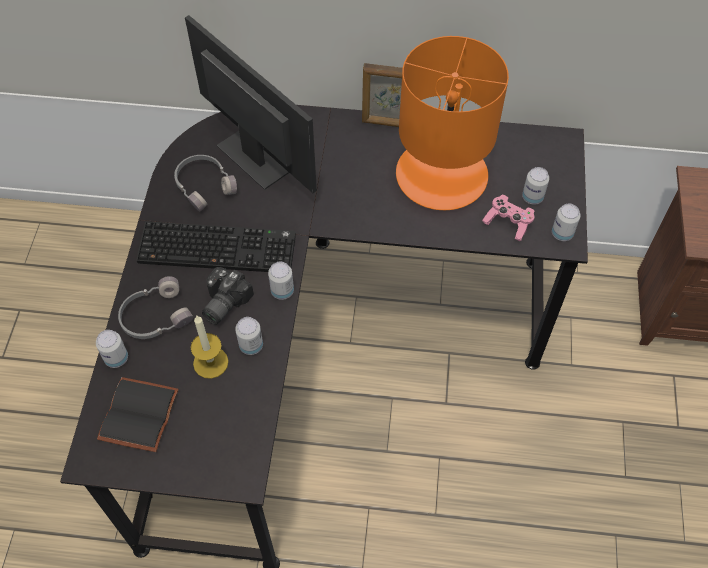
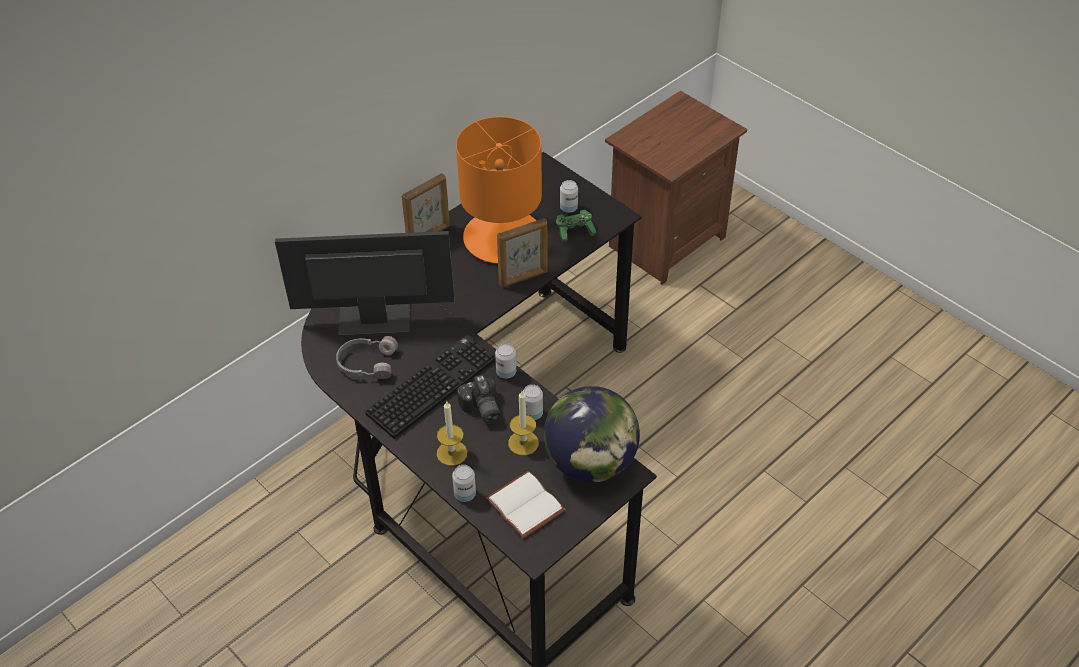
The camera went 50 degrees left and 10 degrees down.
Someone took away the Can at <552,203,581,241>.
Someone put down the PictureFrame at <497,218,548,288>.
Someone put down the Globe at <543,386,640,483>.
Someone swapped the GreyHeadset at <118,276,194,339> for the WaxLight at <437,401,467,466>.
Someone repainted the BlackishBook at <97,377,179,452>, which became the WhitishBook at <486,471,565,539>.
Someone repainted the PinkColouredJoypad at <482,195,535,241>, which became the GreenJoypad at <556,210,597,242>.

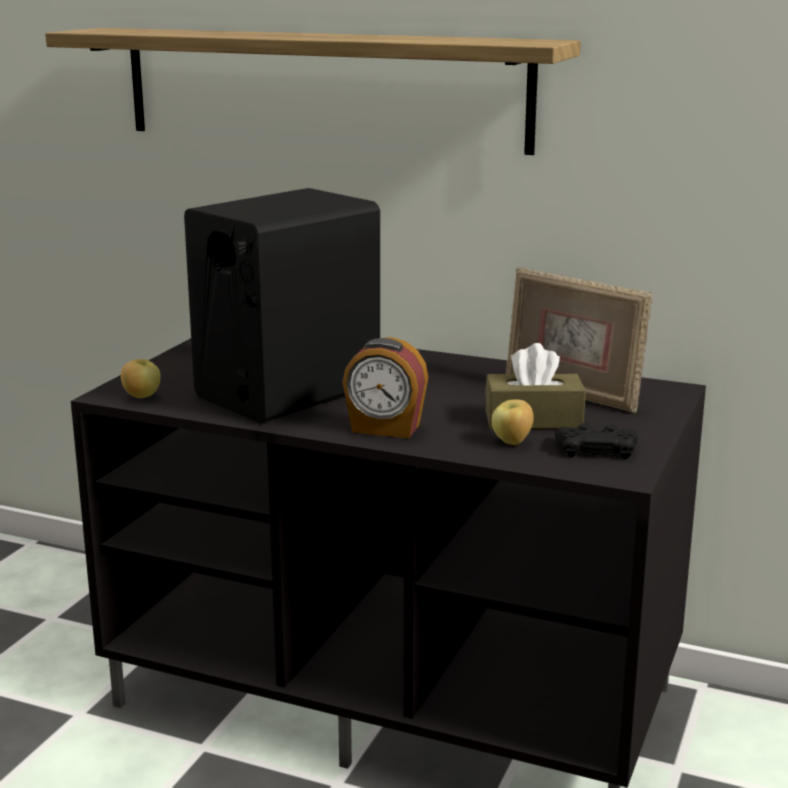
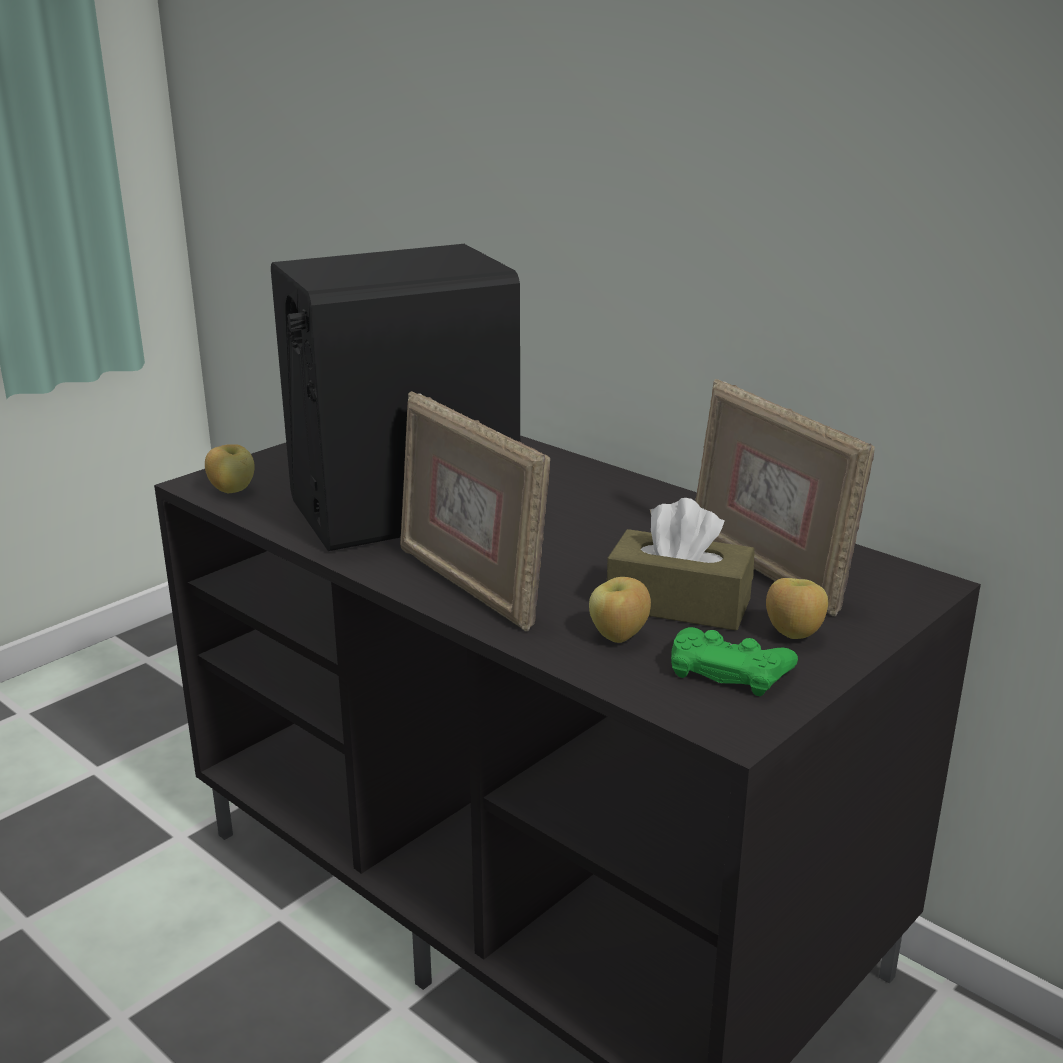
The camera went 20 degrees right and 5 degrees up.
Someone took away the WallShelf at <45,28,581,155>.
Someone put down the WholeApple at <766,578,828,639>.
Someone swapped the TableClock at <342,337,428,439> for the PictureFrame at <400,391,550,631>.
Someone repainted the BlackishJoypad at <555,423,638,459>, which became the GreenJoypad at <671,627,798,696>.

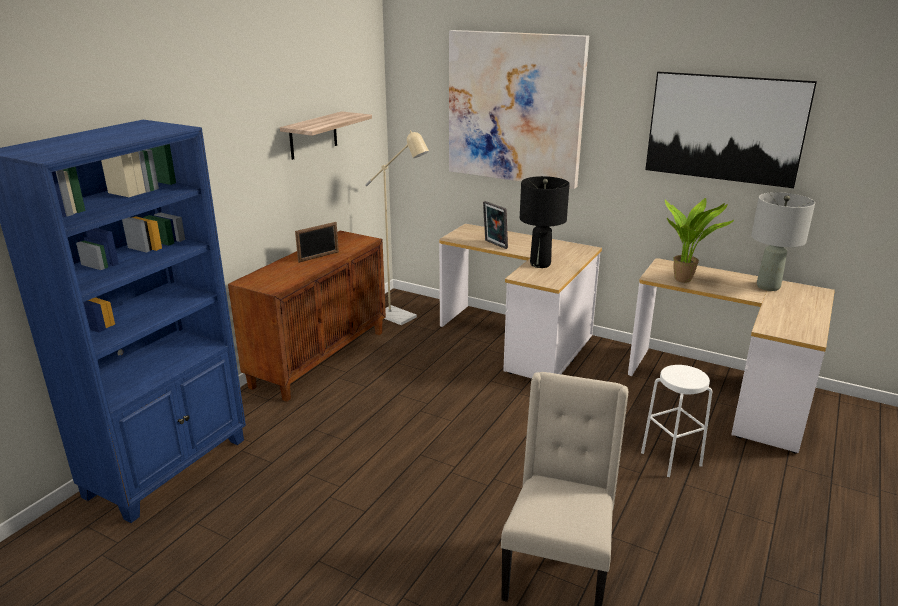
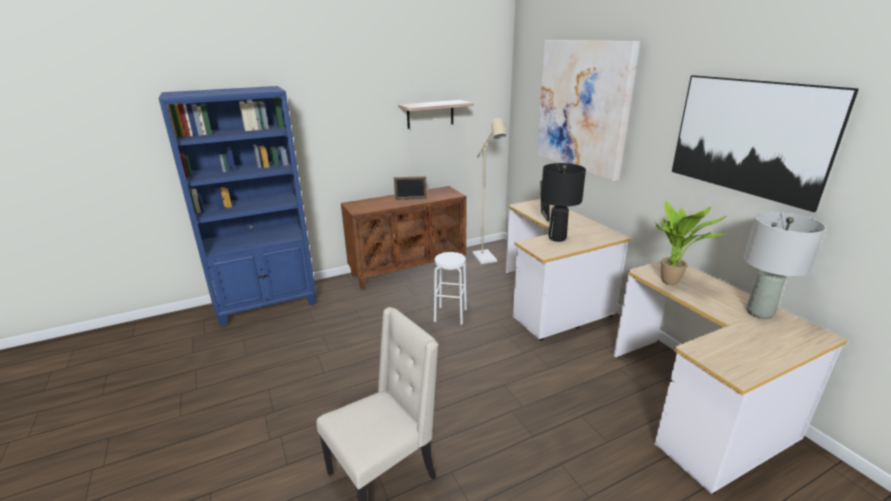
The camera went 35 degrees right and 0 degrees up.
Someone carried the WhitishStoolSeat from <641,365,712,477> to <434,252,467,325>.

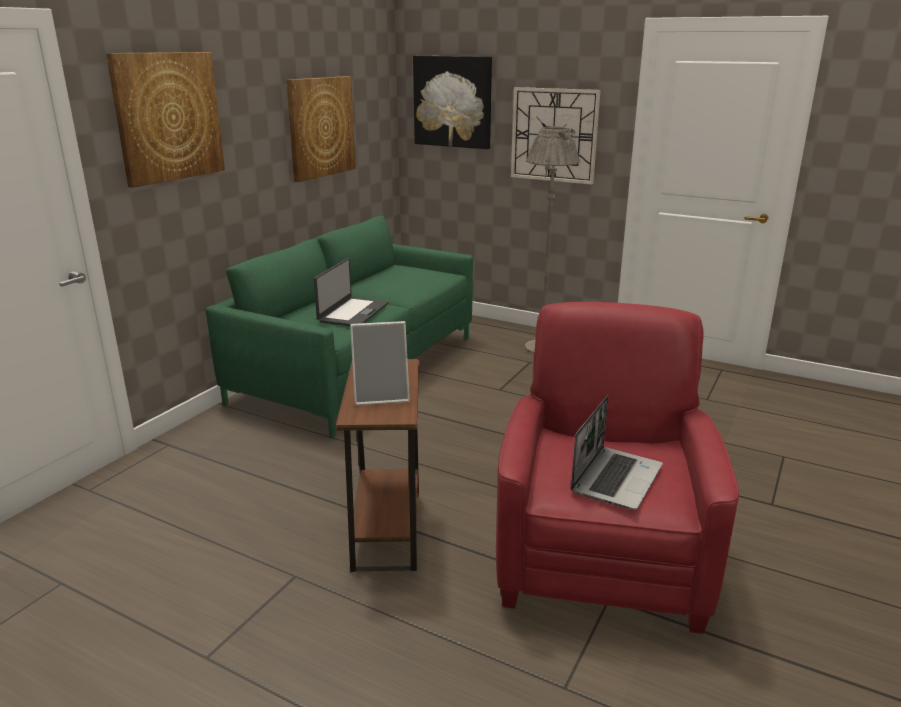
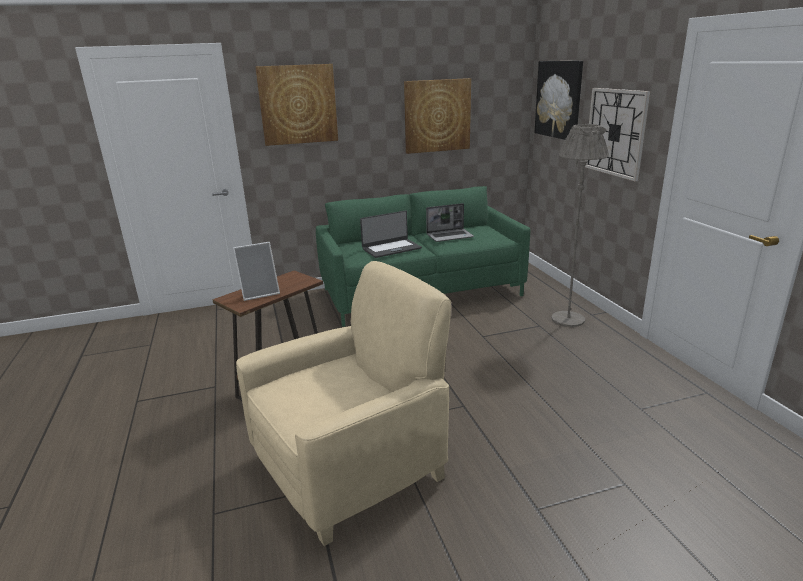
The camera went 45 degrees right and 0 degrees up.
Someone carried the Laptop from <571,396,663,510> to <426,203,474,242>.
Someone repainted the RedColouredArmchair at <496,302,739,634>, which became the SandColouredArmchair at <236,261,451,546>.
Someone rotated the PictureFrame at <350,321,410,406> by 60 degrees counterclockwise.

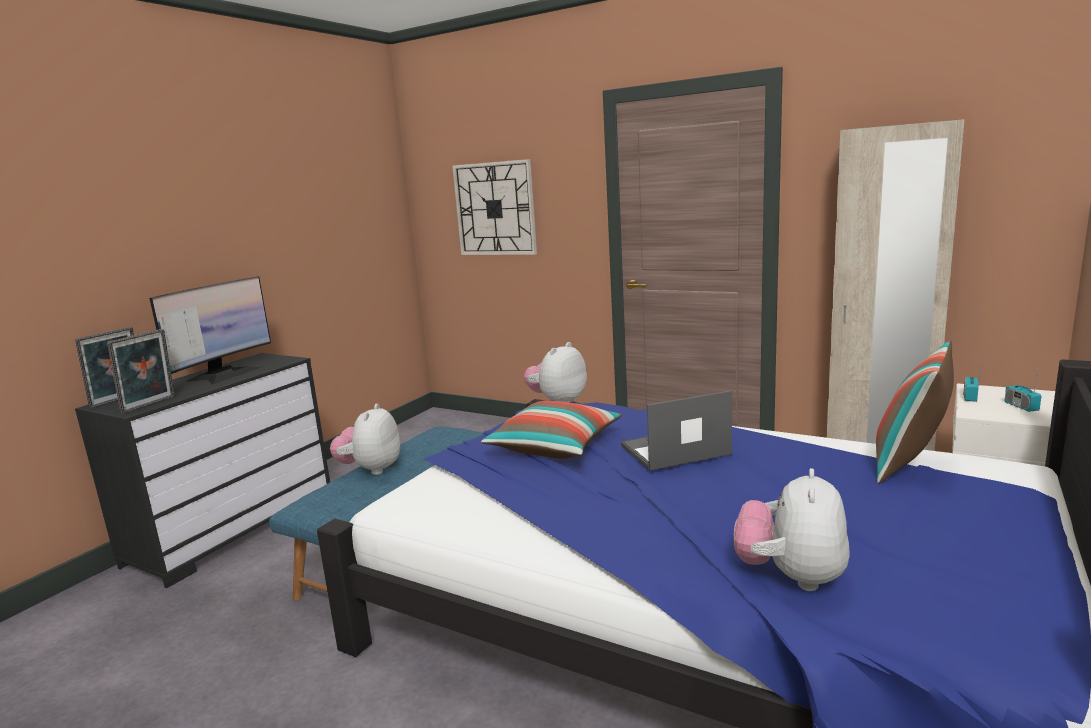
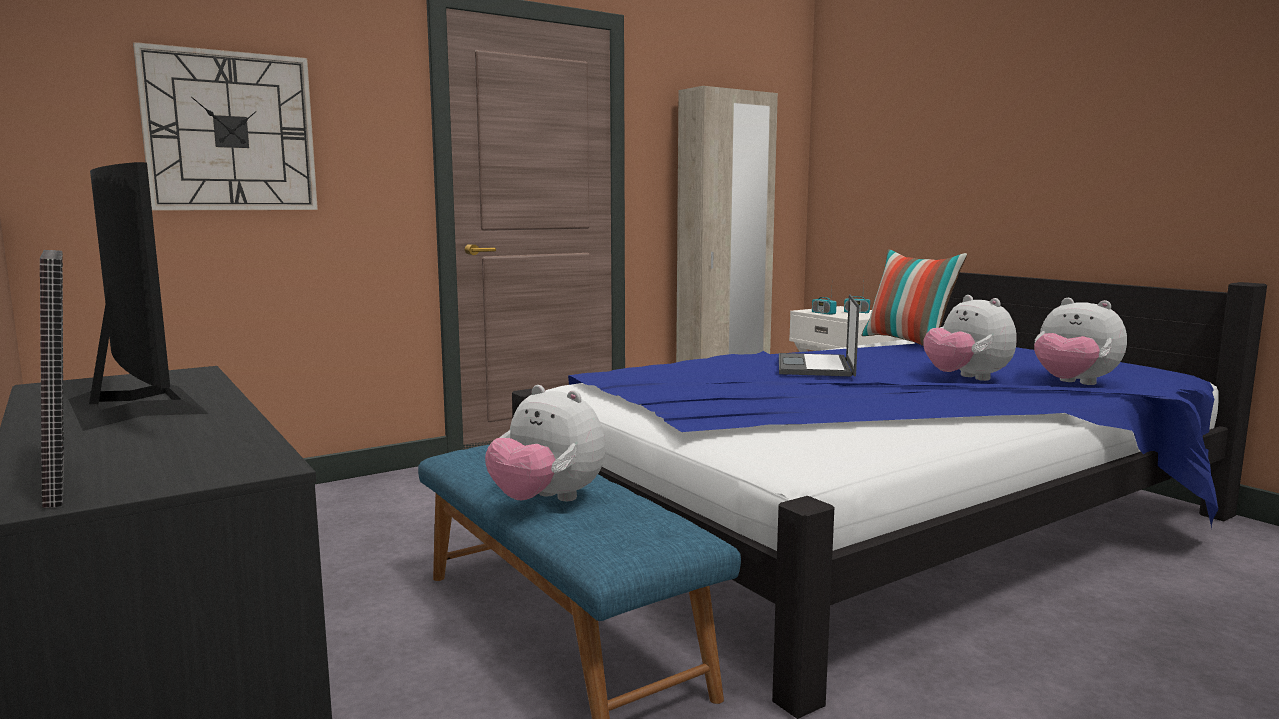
The camera went 65 degrees left and 5 degrees down.
Someone took away the PictureFrame at <107,329,175,414>.
Someone took away the Cushion at <481,401,622,459>.
Someone carried the CuddlyToy from <524,342,587,402> to <923,295,1016,381>.

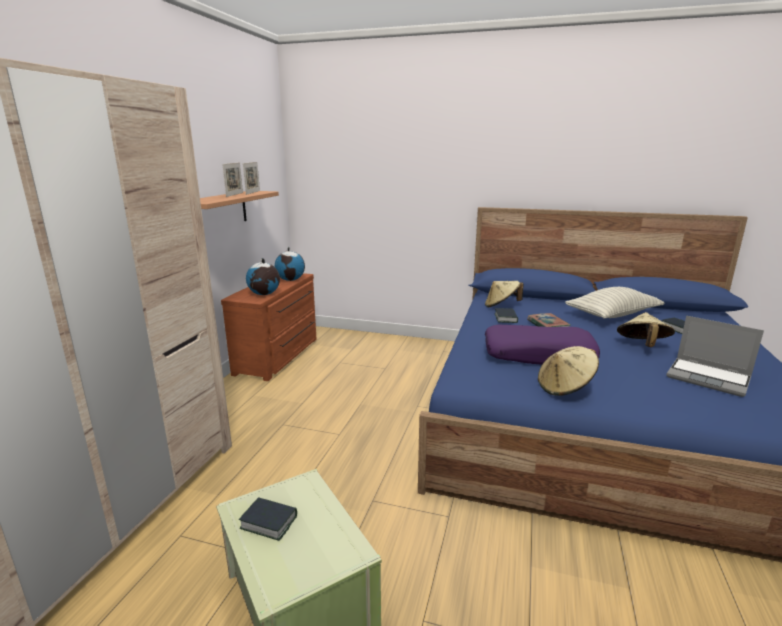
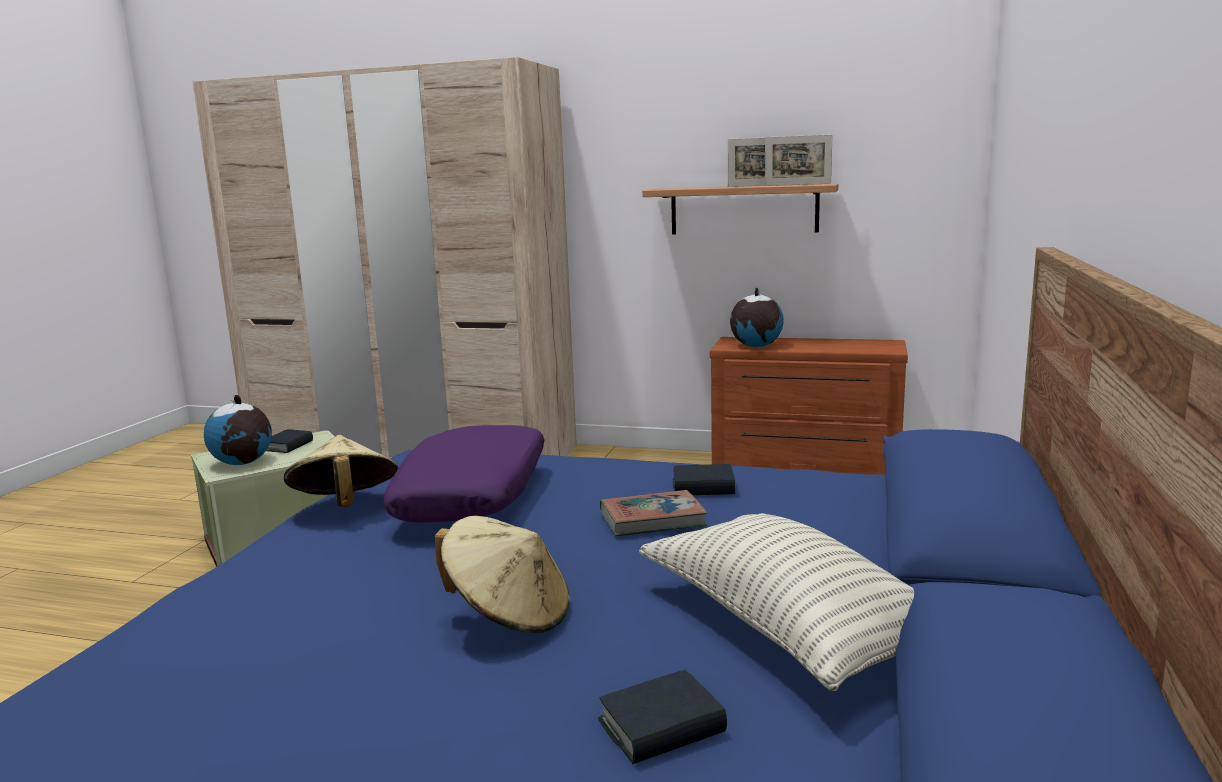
The camera went 90 degrees right and 5 degrees down.
Someone took away the SandColouredWearableHat at <485,281,523,307>.
Someone took away the Laptop at <666,316,764,397>.
Someone carried the Globe from <275,247,305,281> to <204,395,272,465>.

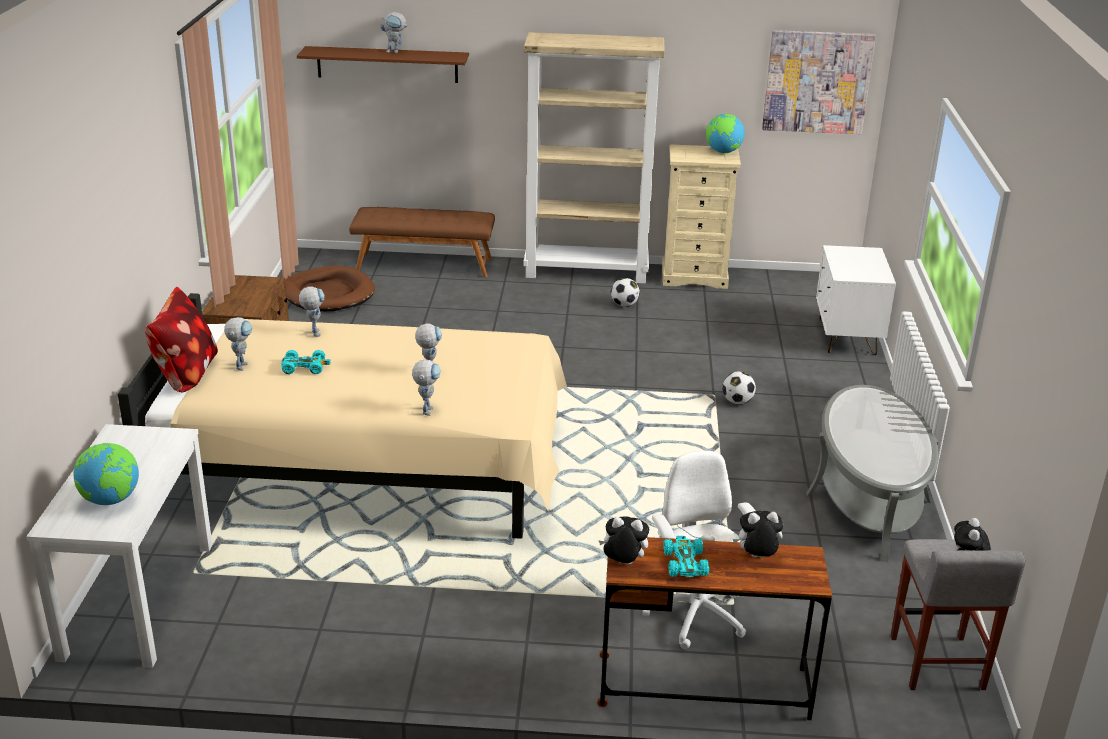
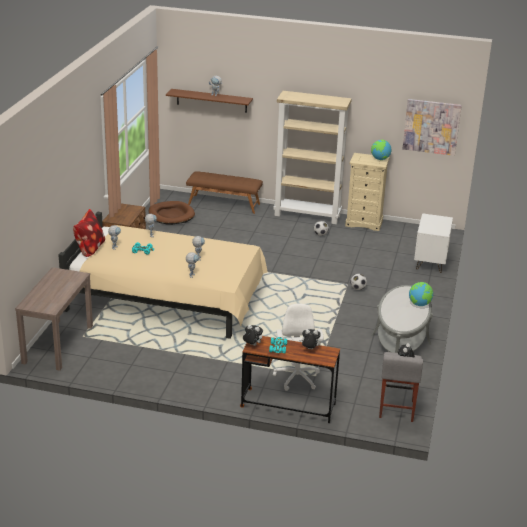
The camera went 10 degrees right and 0 degrees up.
Someone carried the Globe from <74,443,139,505> to <409,282,433,306>.
Someone repainted the WhitishHallTable at <26,424,212,668>, which became the BrownColouredHallTable at <15,267,93,371>.

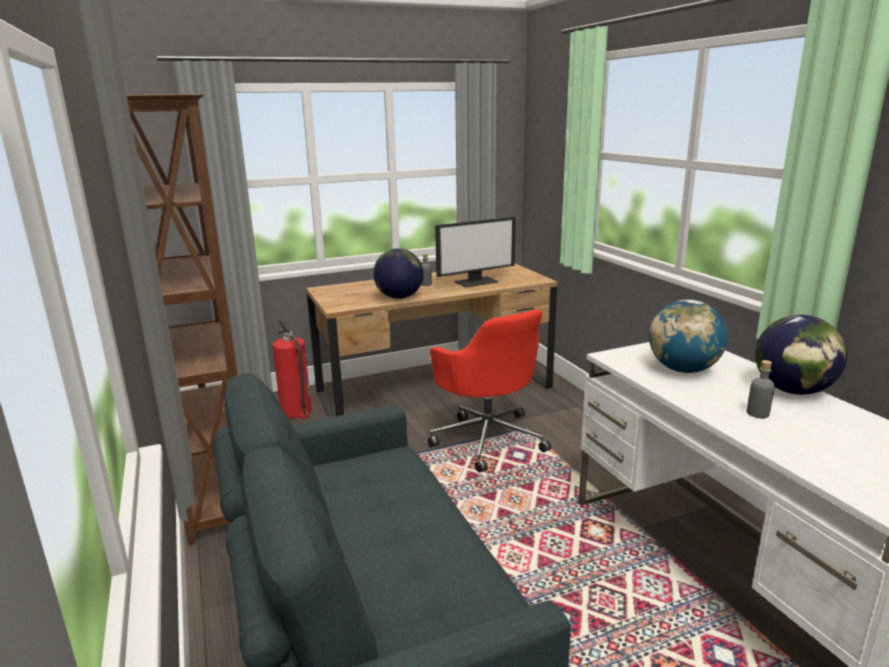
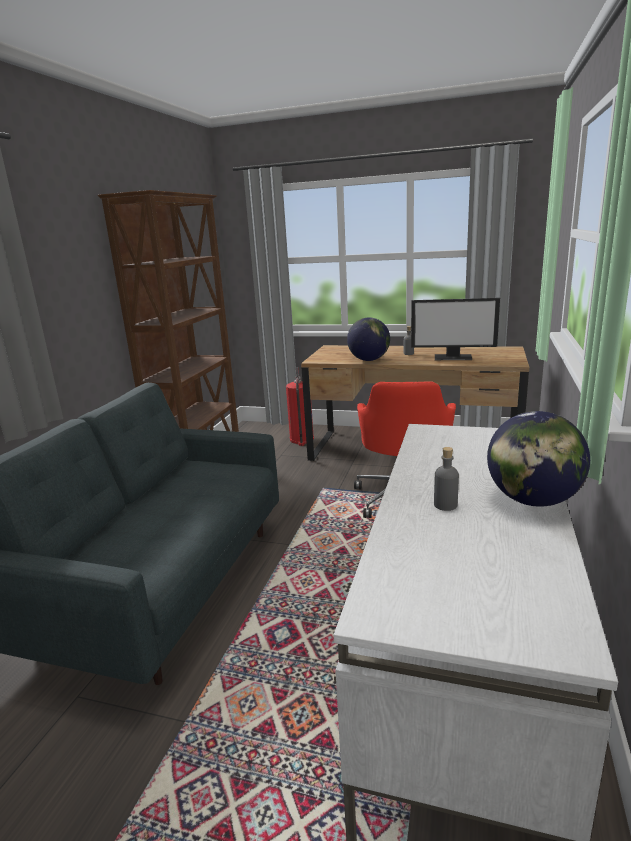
The camera went 40 degrees right and 0 degrees up.
Someone took away the Globe at <649,300,728,373>.

